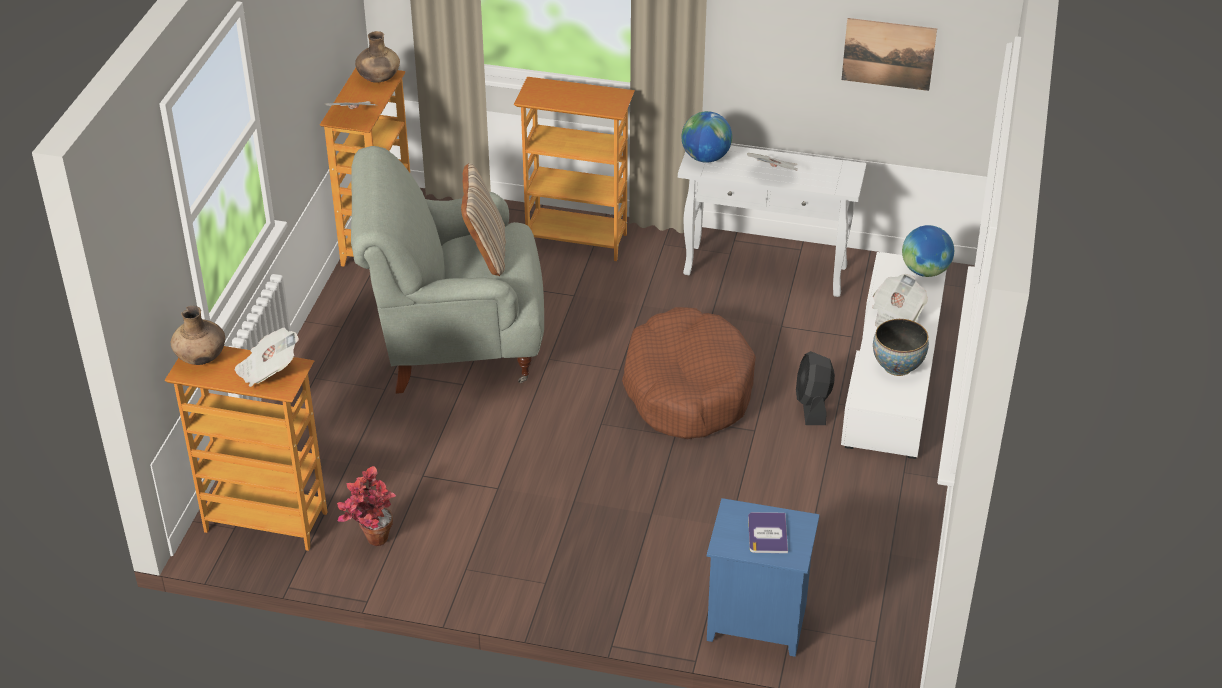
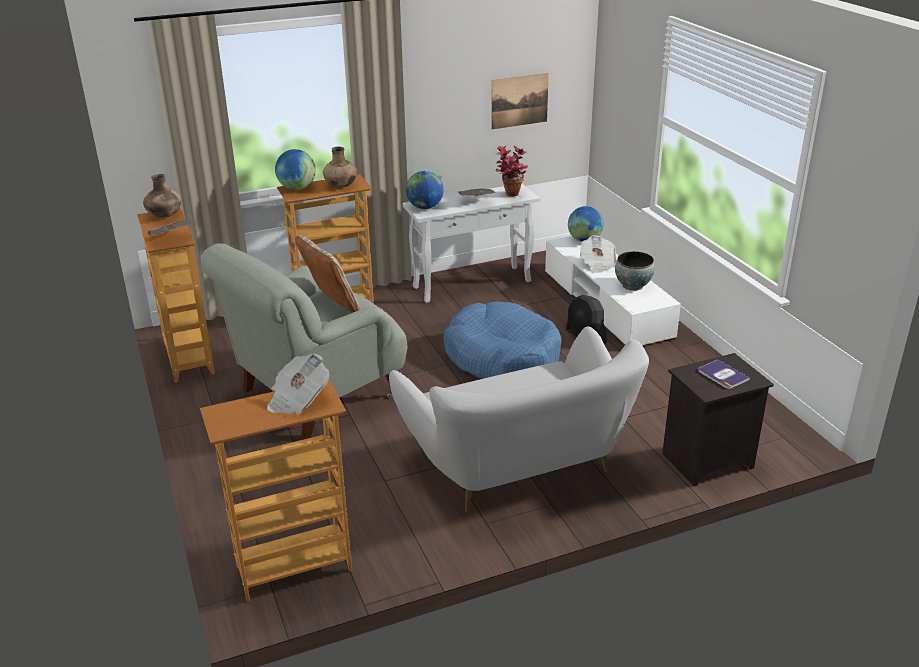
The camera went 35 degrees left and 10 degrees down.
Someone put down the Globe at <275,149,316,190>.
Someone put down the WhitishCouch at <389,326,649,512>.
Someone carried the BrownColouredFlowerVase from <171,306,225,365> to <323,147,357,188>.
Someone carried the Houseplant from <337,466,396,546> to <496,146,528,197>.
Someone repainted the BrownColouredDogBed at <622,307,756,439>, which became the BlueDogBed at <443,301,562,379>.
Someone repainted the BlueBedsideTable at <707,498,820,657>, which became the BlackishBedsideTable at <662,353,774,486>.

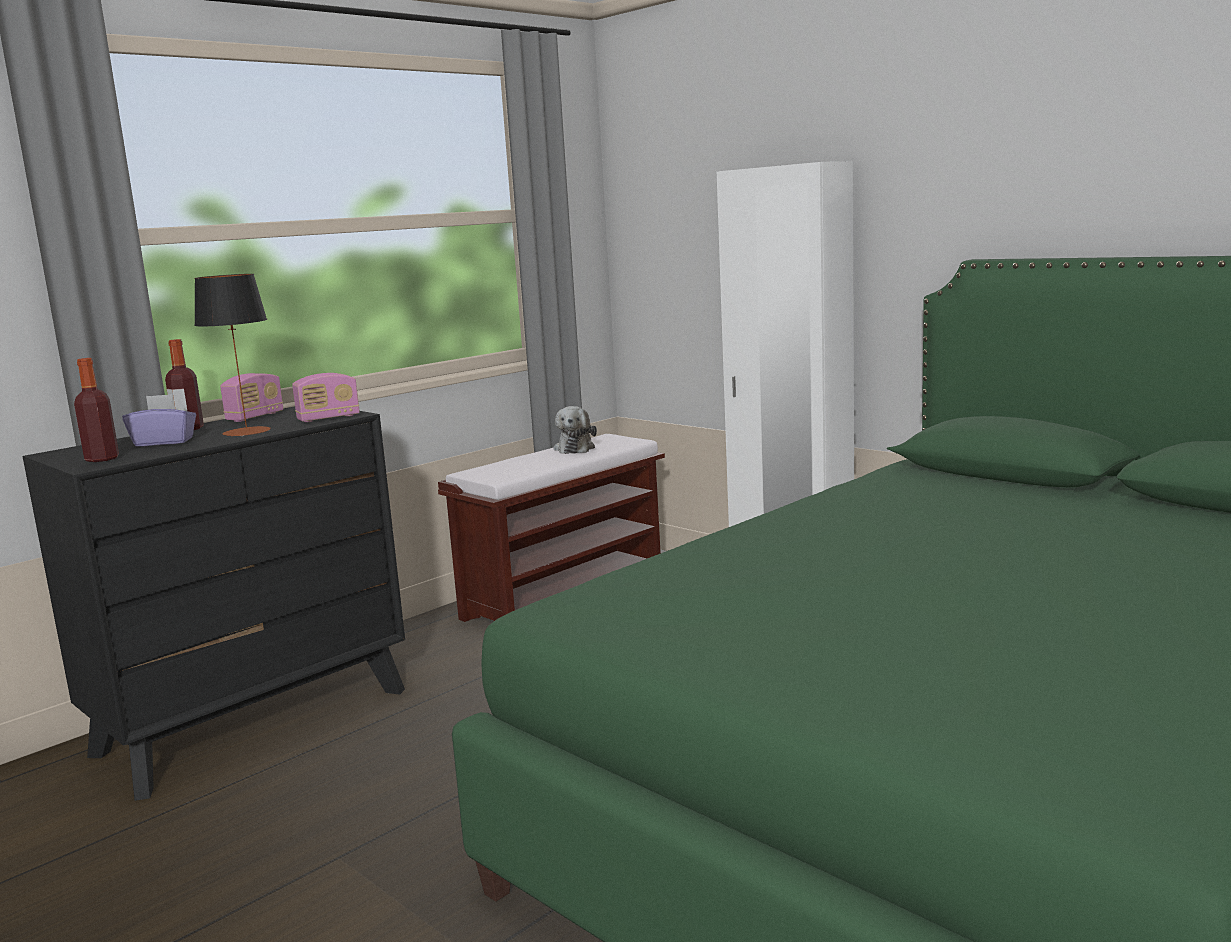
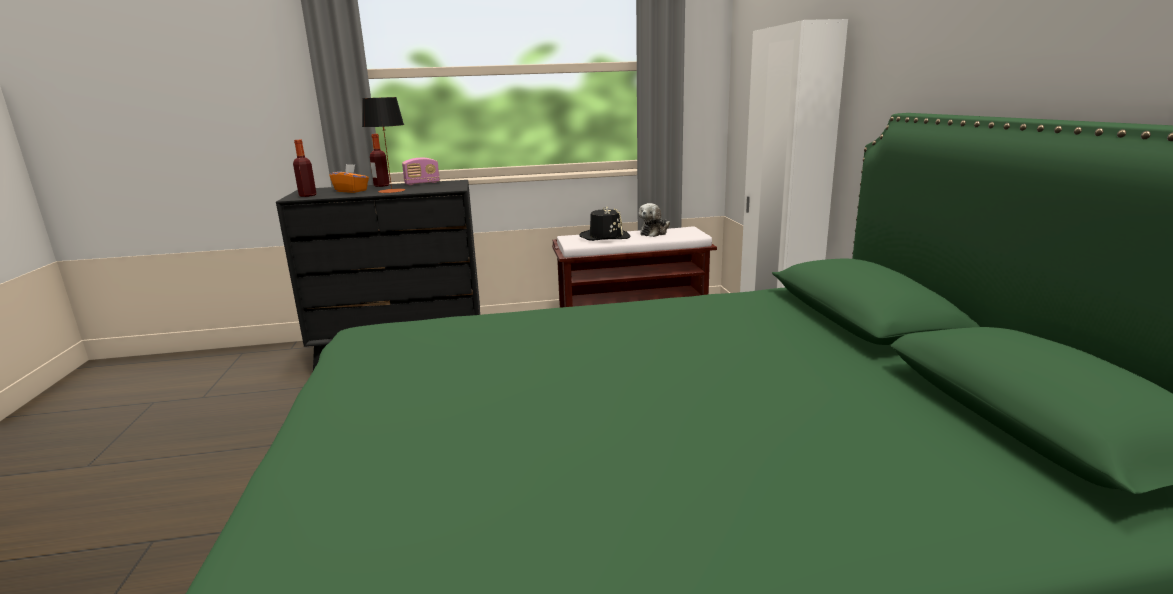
The camera went 35 degrees right and 5 degrees up.
Someone took away the RadioReceiver at <292,373,360,422>.
Someone put down the BlackishWearableHat at <579,207,630,241>.
Someone repainted the PurpleColouredTissueBox at <122,394,196,447>, which became the OrangeyTissueBox at <330,164,369,193>.

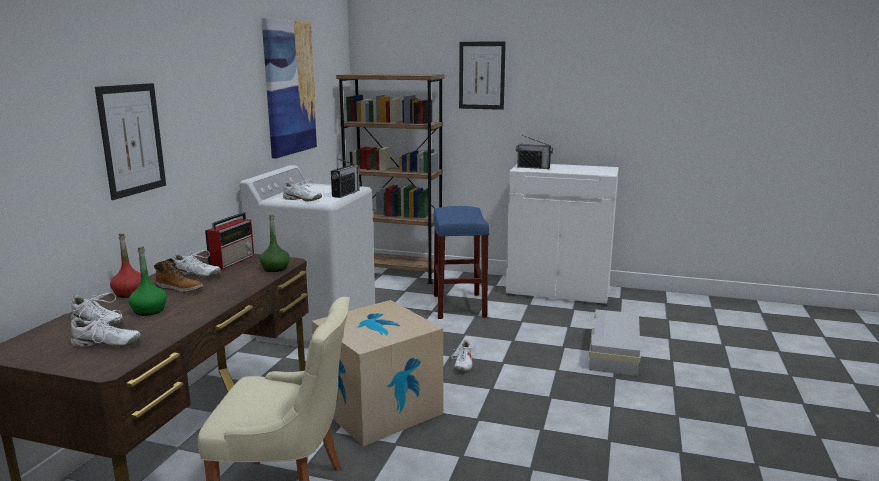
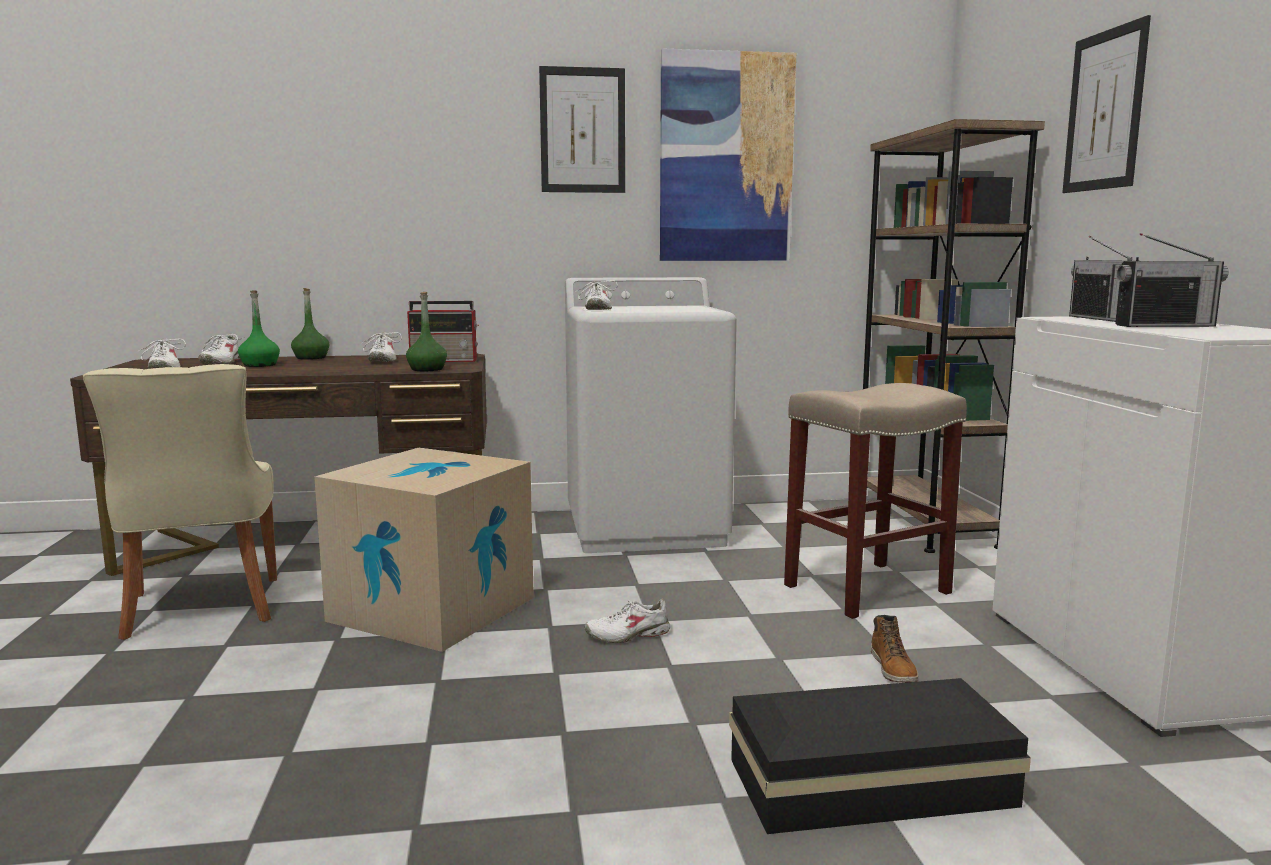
The camera went 65 degrees right and 5 degrees down.
Someone carried the WallPicture from <95,83,166,200> to <539,66,625,193>.
Someone carried the HighTopBoot from <154,258,203,293> to <871,615,918,683>.
Someone carried the RadioReceiver from <331,158,360,198> to <1115,233,1229,327>.
Someone repainted the RedColouredBeverageBottle at <110,233,141,298>, which became the GreenBeverageBottle at <291,288,329,360>.
Someone repainted the BlueStoolSeat at <433,206,490,319>, which became the SandColouredStoolSeat at <784,383,967,619>.
Someone repainted the WhitishStorageBin at <589,309,641,376>, which became the BlackishStorageBin at <729,678,1031,834>.

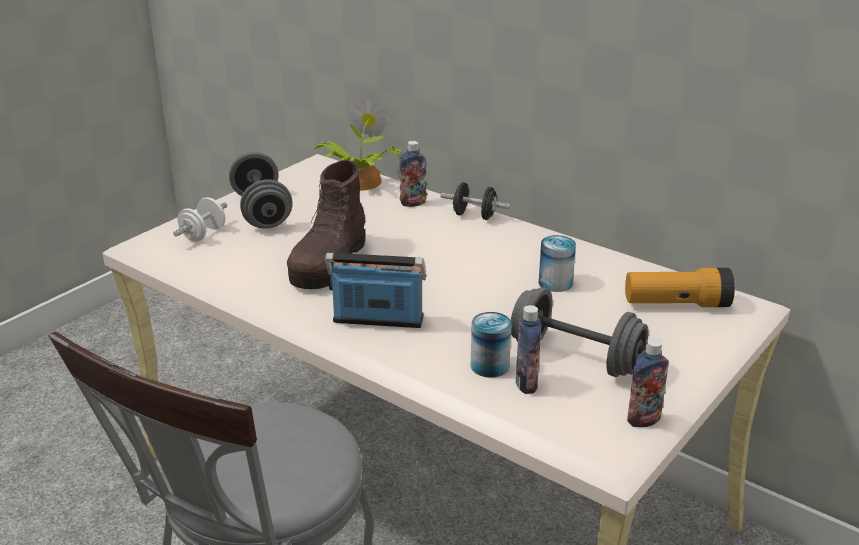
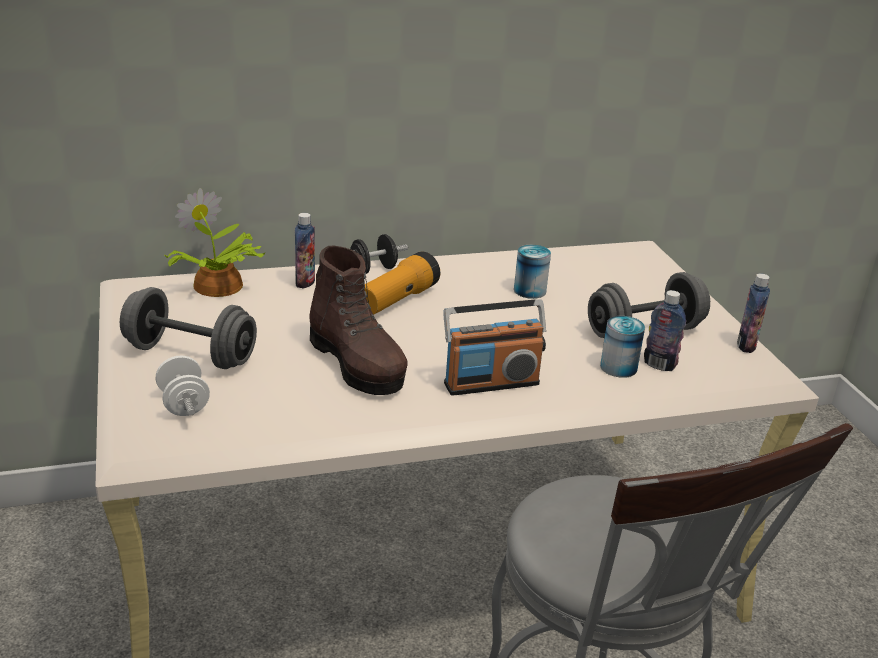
The camera went 55 degrees left and 0 degrees up.
Someone carried the Torch from <625,268,735,307> to <365,251,440,315>.
Someone rotated the RadioReceiver at <325,253,427,328> by 150 degrees counterclockwise.

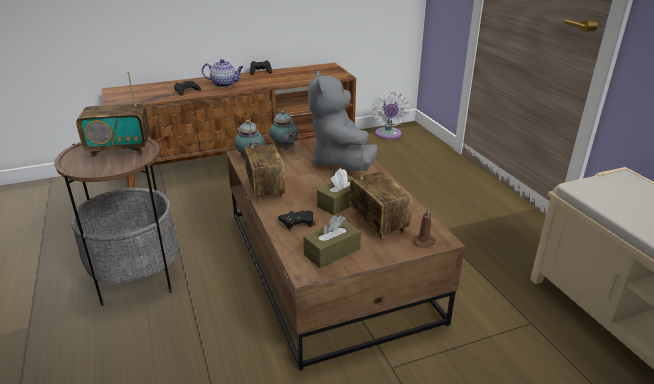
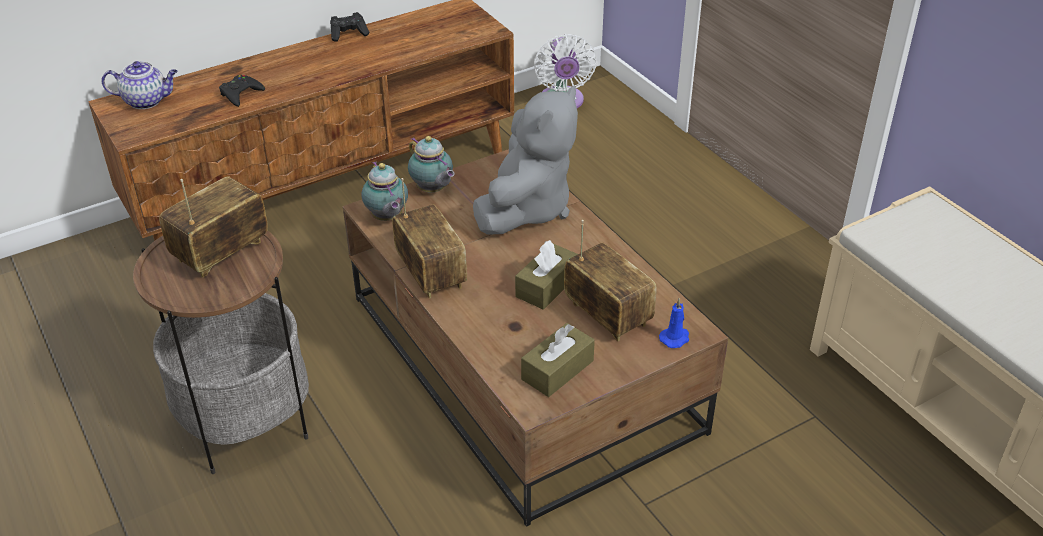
The camera went 10 degrees left and 10 degrees up.
Someone took away the BlackishJoypad at <278,210,313,230>.
Someone carried the PotForTea from <202,59,244,87> to <101,61,178,109>.
Someone repainted the BrownColouredWaxLight at <412,208,435,248>, which became the BlueWaxLight at <659,298,689,348>.
Someone rotated the RadioReceiver at <76,72,150,157> by 150 degrees clockwise.
Someone rotated the GreyCuddlyToy at <308,71,378,171> by 135 degrees counterclockwise.

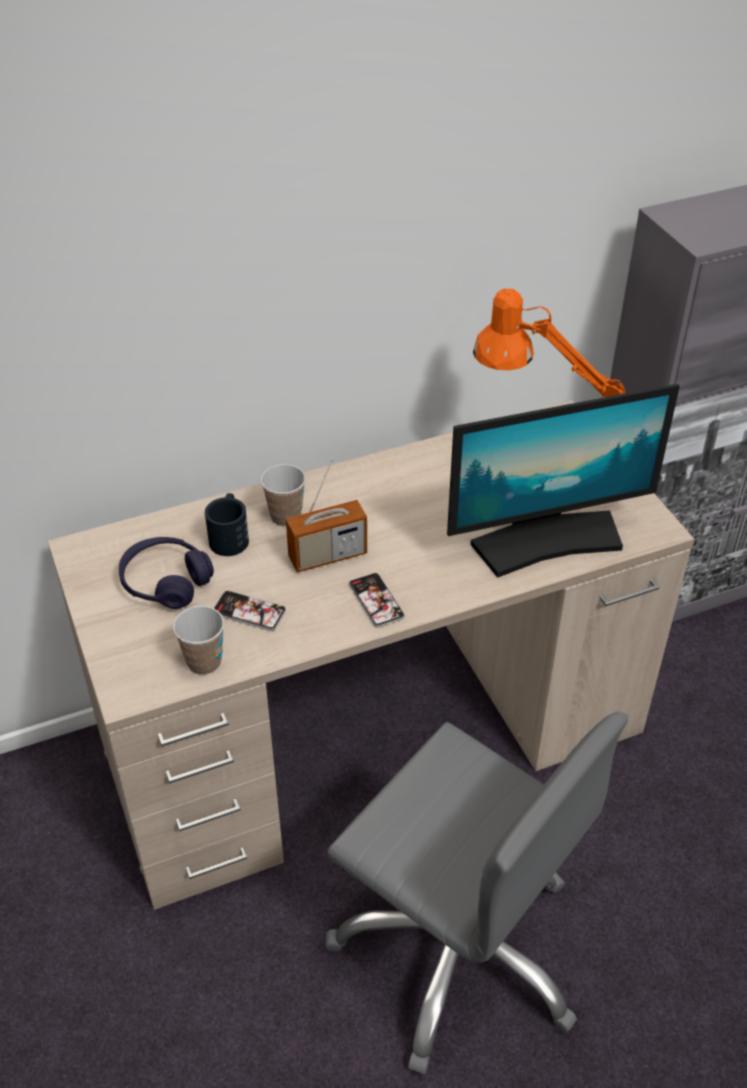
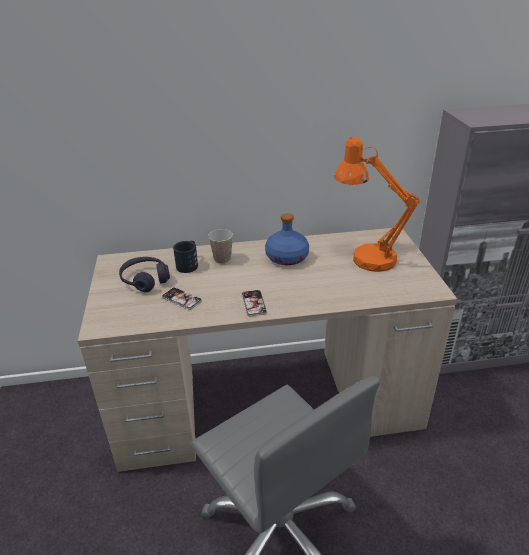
The camera went 15 degrees right and 10 degrees down.
Someone took away the SmallCup at <173,606,224,675>.
Someone took away the RadioReceiver at <286,458,367,573>.
Someone took away the ComputerScreen at <447,384,680,578>.
Someone put down the BlueBeverageBottle at <265,213,309,265>.

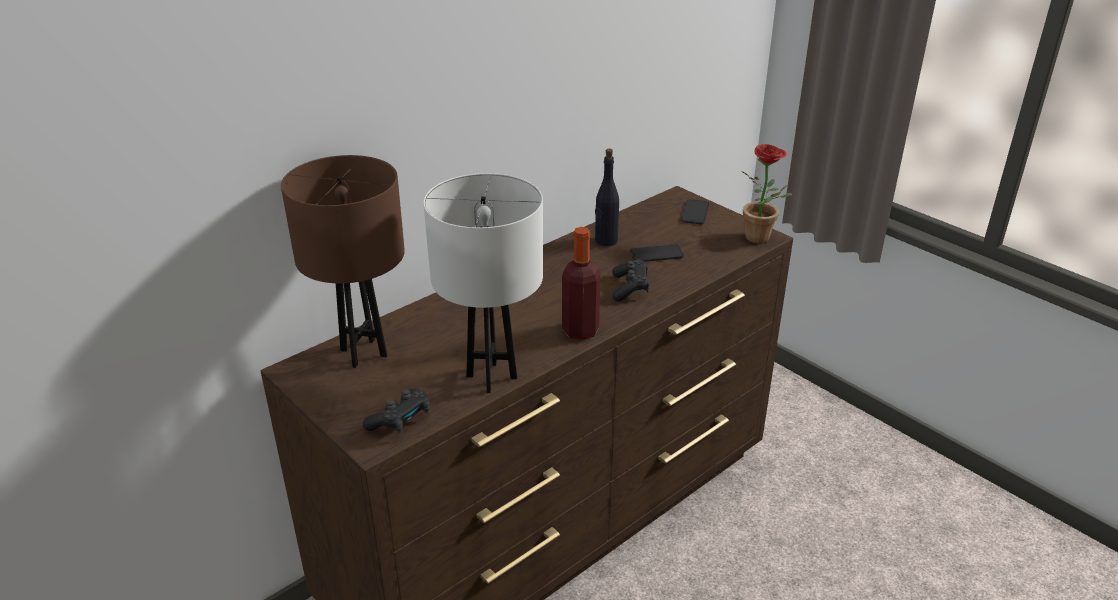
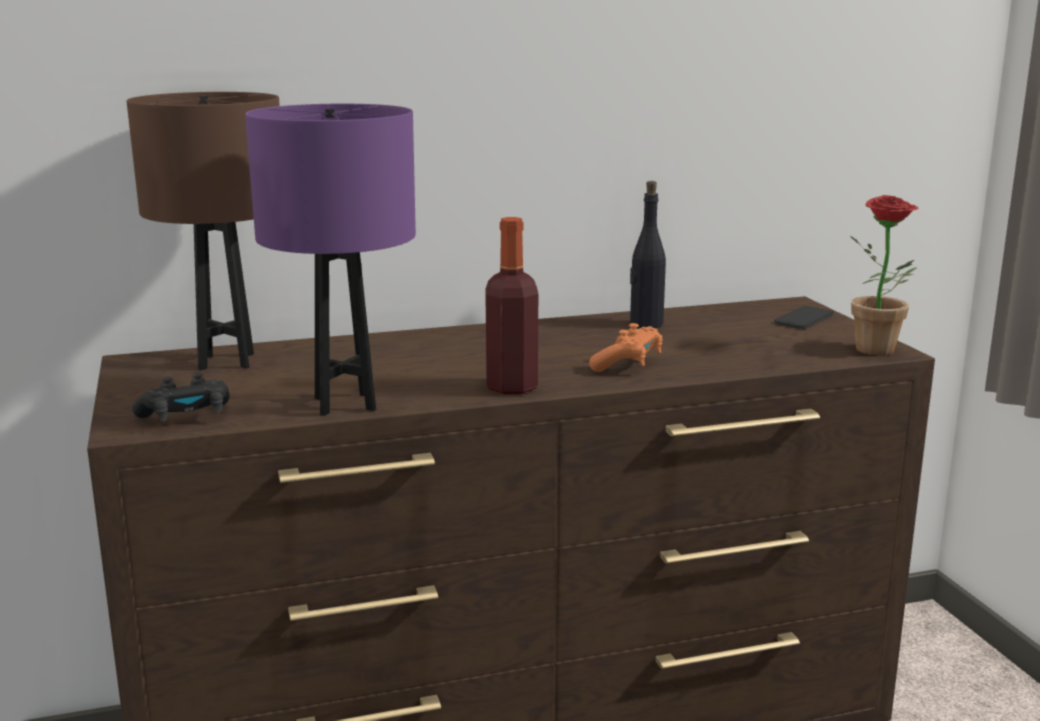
The camera went 25 degrees right and 15 degrees down.
Someone took away the Handset at <630,244,684,262>.
Someone repainted the WhitishTableLamp at <423,173,543,393>, which became the PurpleColouredTableLamp at <245,104,416,416>.
Someone repainted the BlackishJoypad at <612,259,650,302>, which became the OrangeyJoypad at <589,323,662,372>.

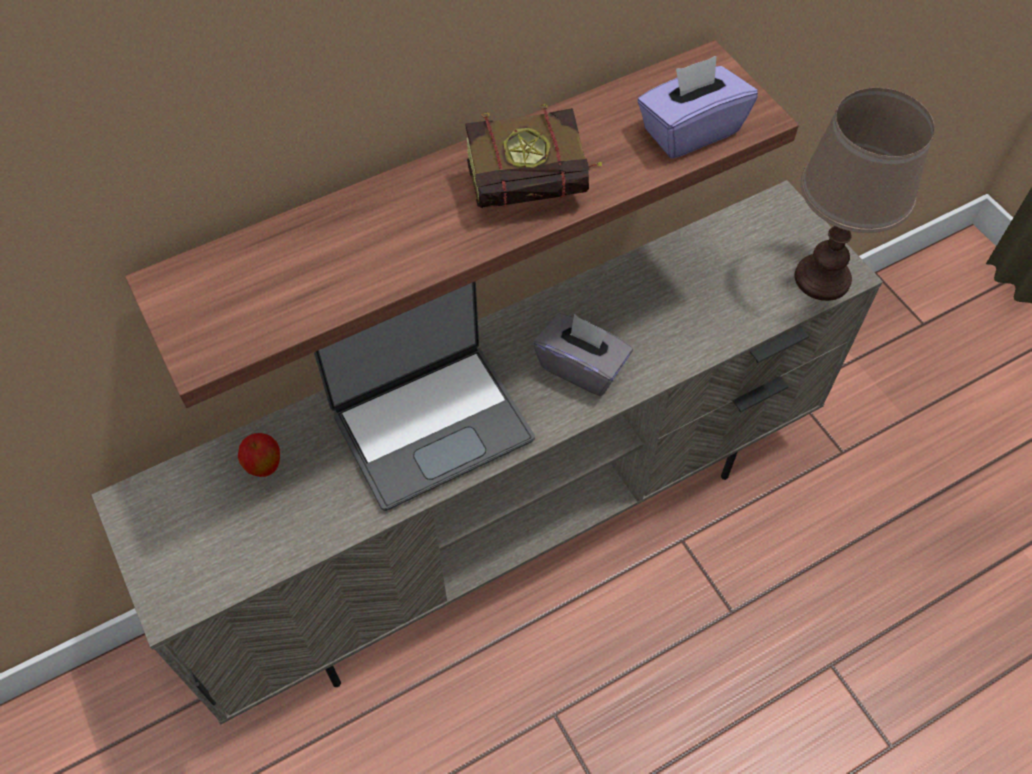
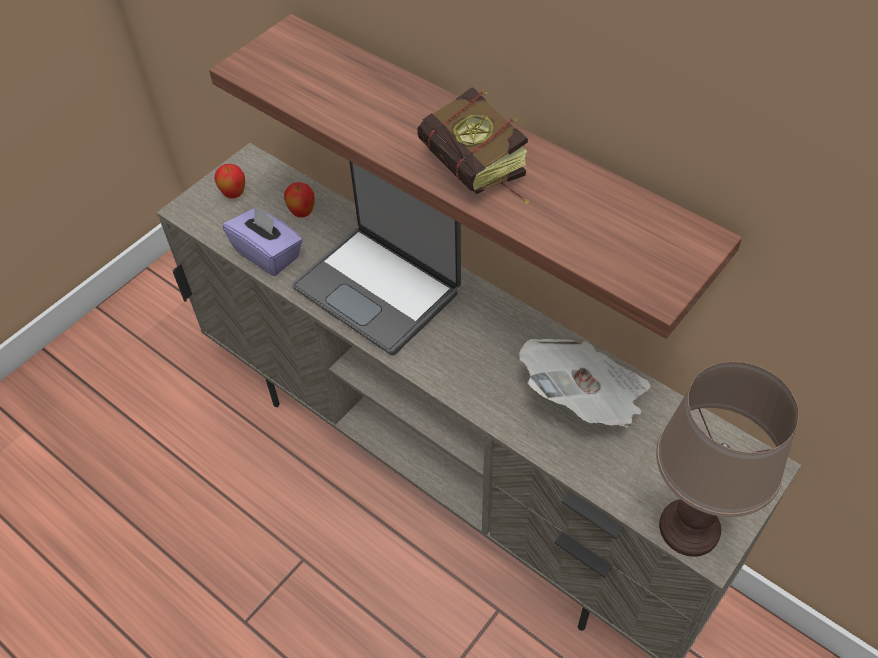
The camera went 70 degrees right and 5 degrees down.
Someone took away the GreyTissueBox at <533,313,633,396>.
Someone put down the WholeApple at <214,164,245,199>.
Someone put down the PrintedPaper at <519,339,651,427>.
Someone carried the PurpleColouredTissueBox from <638,56,758,159> to <223,205,303,276>.

